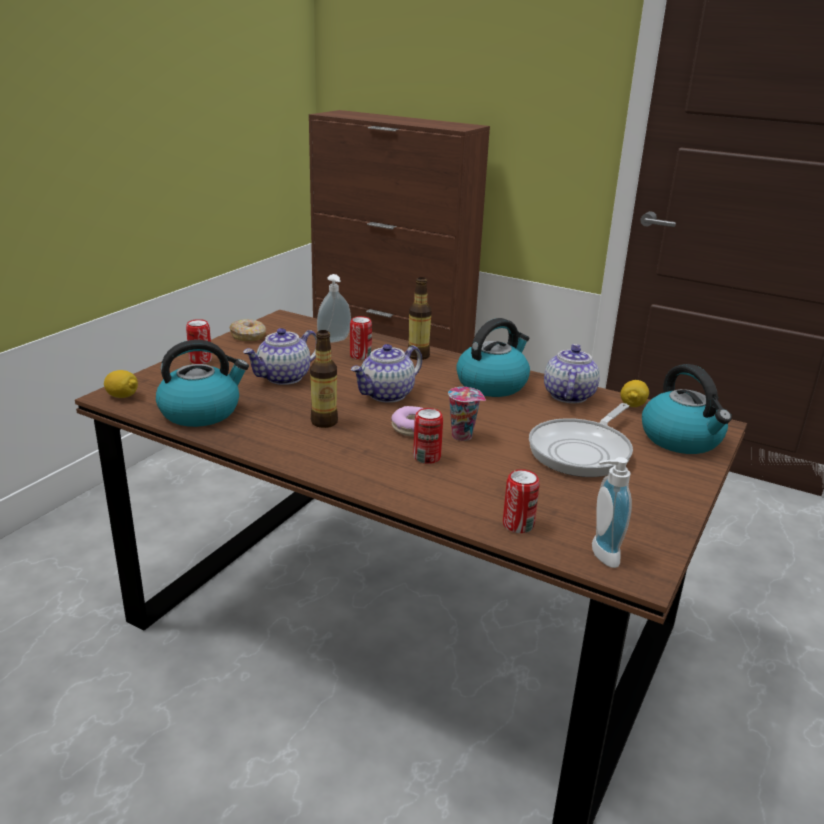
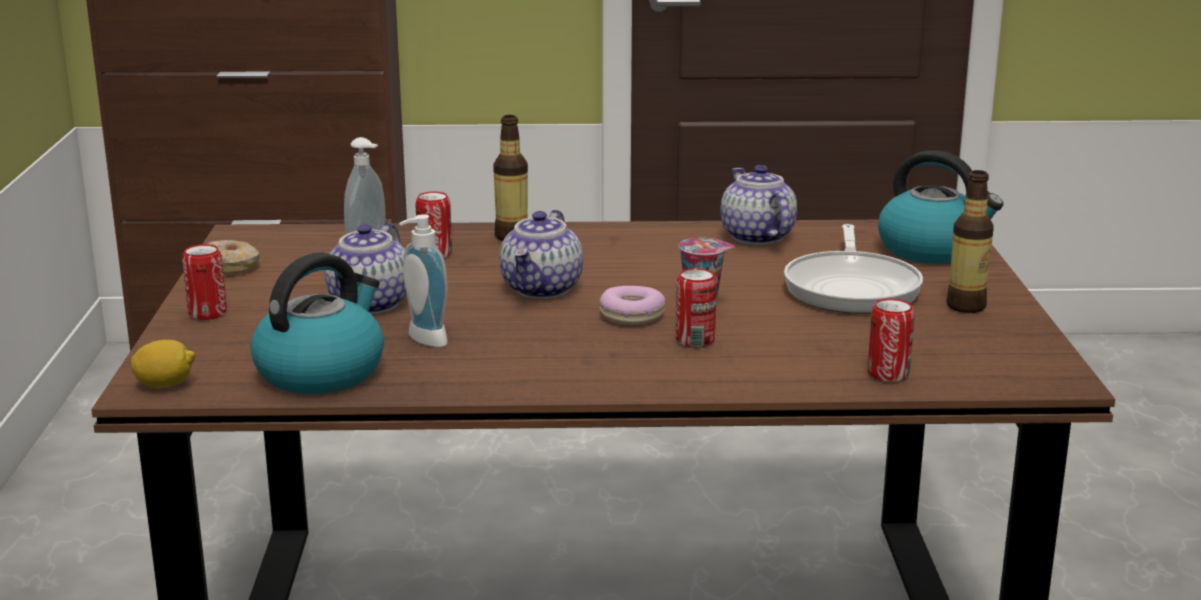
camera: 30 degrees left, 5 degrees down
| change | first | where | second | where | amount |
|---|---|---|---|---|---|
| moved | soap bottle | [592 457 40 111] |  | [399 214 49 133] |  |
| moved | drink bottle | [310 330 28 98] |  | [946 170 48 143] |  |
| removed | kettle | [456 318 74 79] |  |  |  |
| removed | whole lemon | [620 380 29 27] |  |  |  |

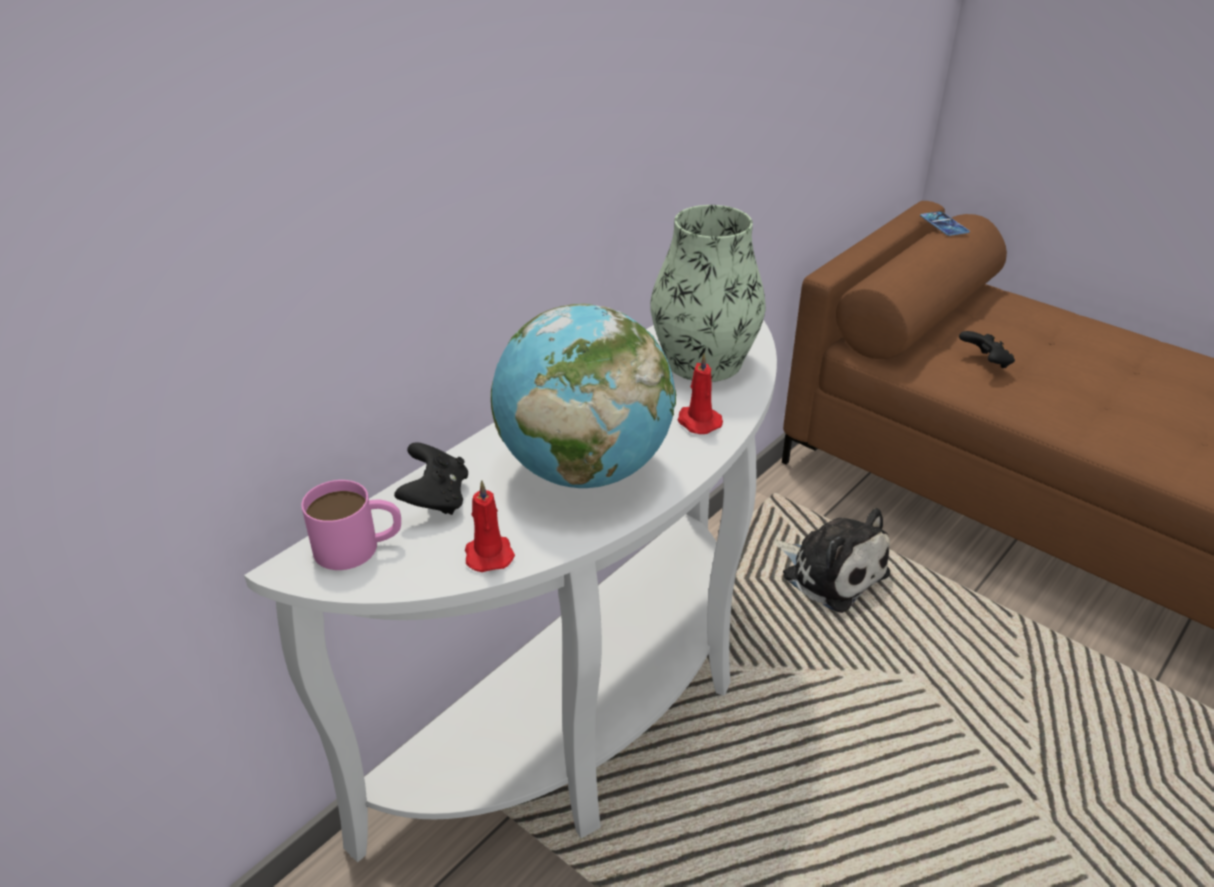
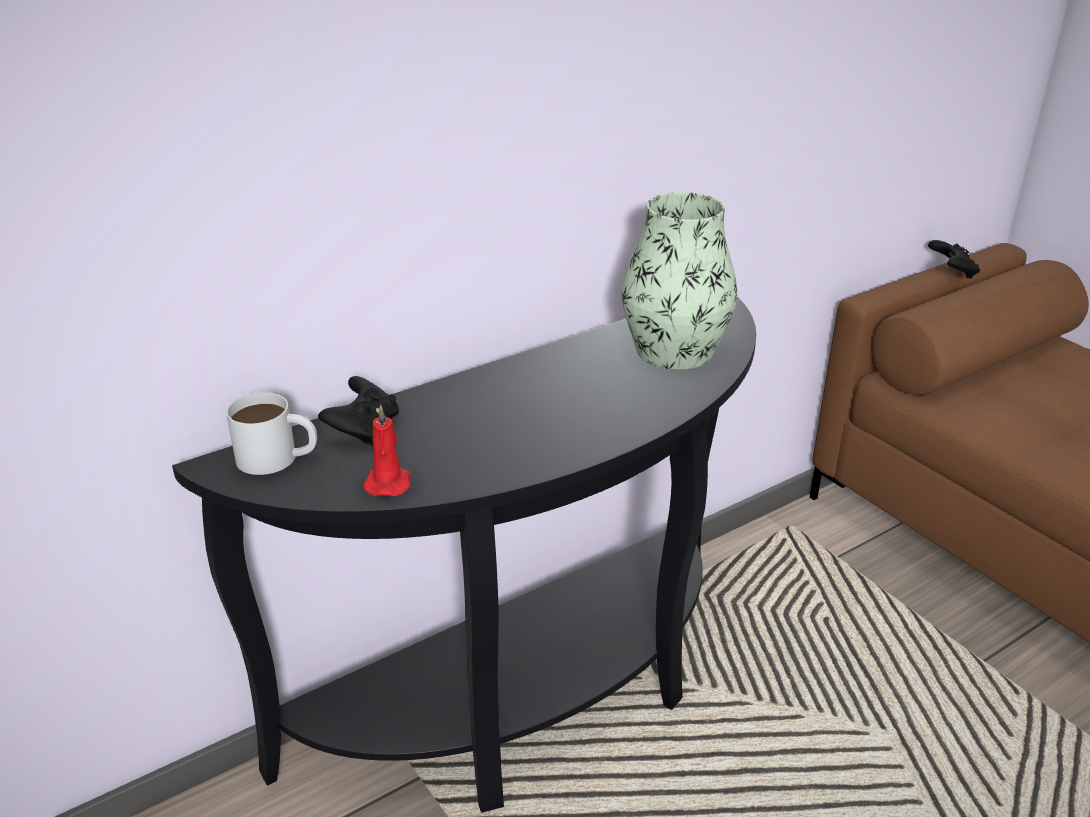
camera: 15 degrees right, 5 degrees down
| change | first | where | second | where | amount |
|---|---|---|---|---|---|
| recoloured | whitish narrow table | [244 320 533 542] | black narrow table | [172 297 584 516] |  |
| recoloured | pinkish coffee mug | [301 480 100 90] | whitish coffee mug | [226 393 91 82] |  |
| moved | black joypad | [959 331 56 37] |  | [928 240 52 39] |  |
| removed | globe | [491 304 185 184] |  |  |  |
| removed | red candle | [678 353 45 81] |  |  |  |
| removed | plush toy | [774 508 116 105] |  |  |  |
| removed | phone | [920 211 50 25] |  |  |  |

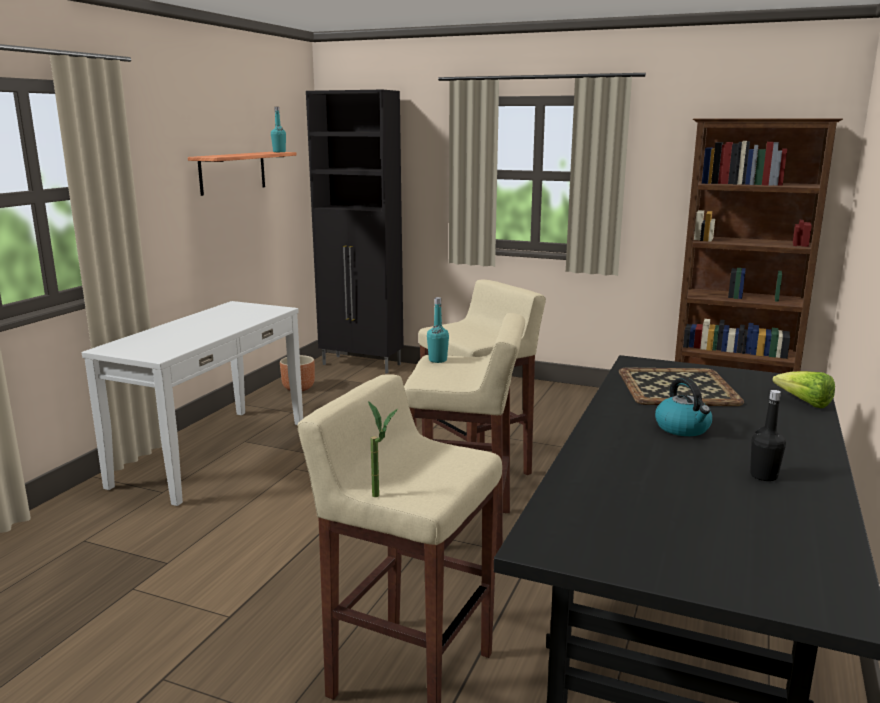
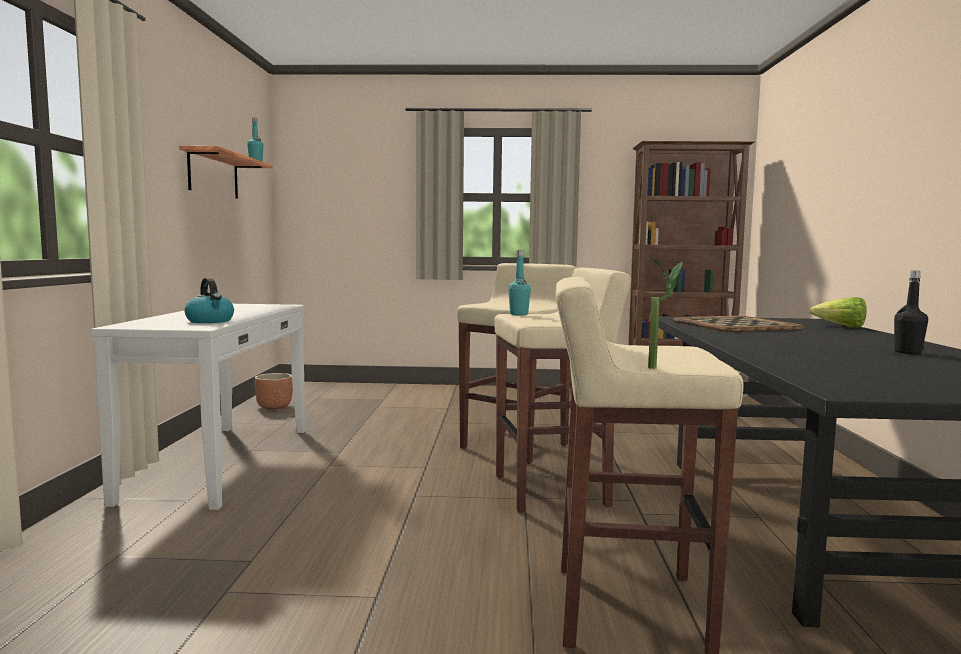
camera: 20 degrees left, 10 degrees down
| change | first | where | second | where | amount |
|---|---|---|---|---|---|
| moved | kettle | [655 377 57 59] |  | [184 278 50 45] |  |
| removed | black cupboard | [306 90 98 284] |  |  |  |

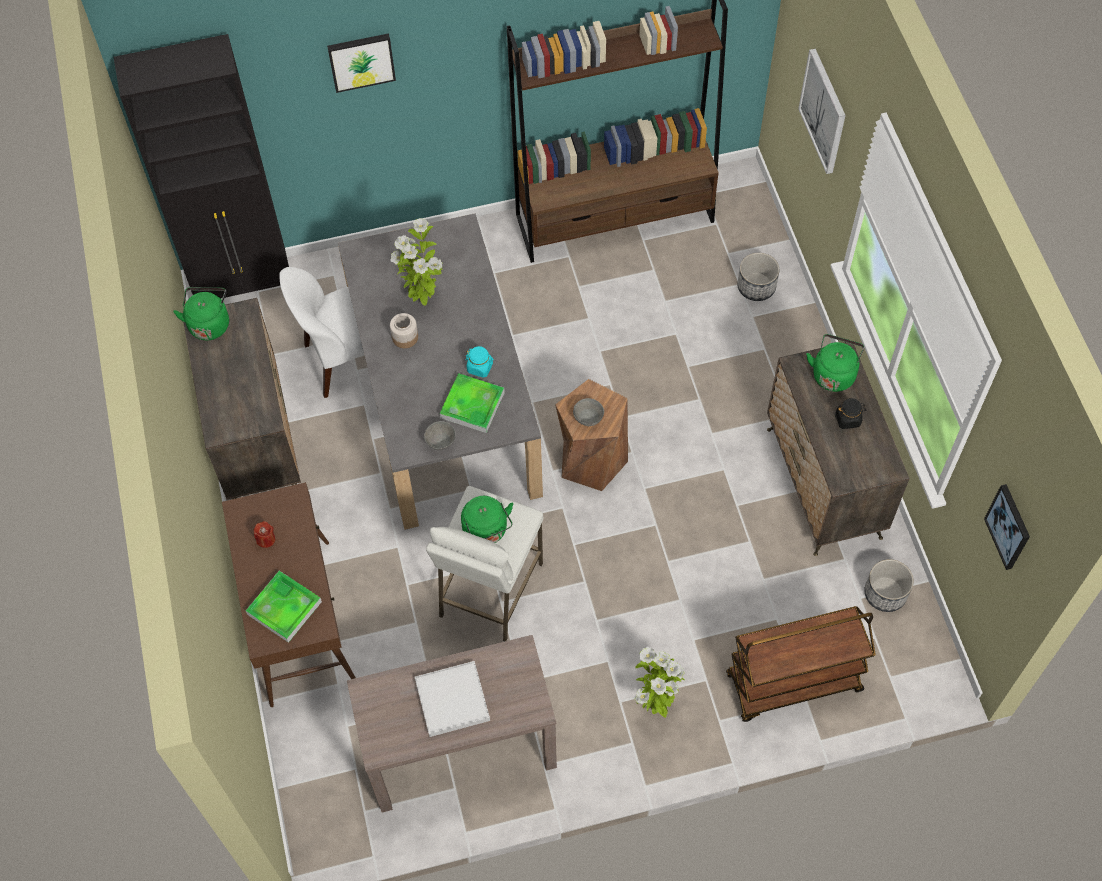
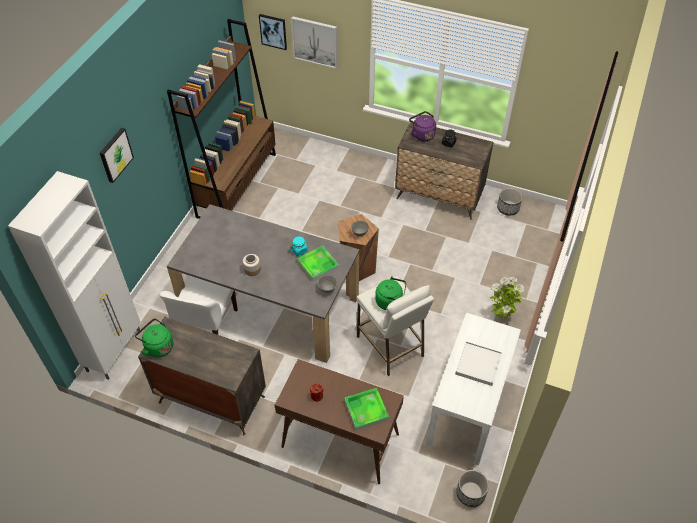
camera: 55 degrees left, 10 degrees down
| change | first | where | second | where | amount |
|---|---|---|---|---|---|
| recoloured | black cupboard | [114 34 175 265] | whitish cupboard | [8 171 133 209] |  |
| moved | wall art | [984 484 46 86] |  | [259 14 28 36] |  |
| recoloured | green kettle | [806 334 58 58] | purplish kettle | [409 111 27 30] |  |
| recoloured | brown narrow table | [347 635 210 177] | whitish narrow table | [426 313 95 153] |  |
| moved | plant pot | [737 253 42 48] |  | [456 470 33 37] |  |
| removed | potted plant | [390 218 53 88] |  |  |  |
| removed | brown trolley | [726 606 150 116] |  |  |  |

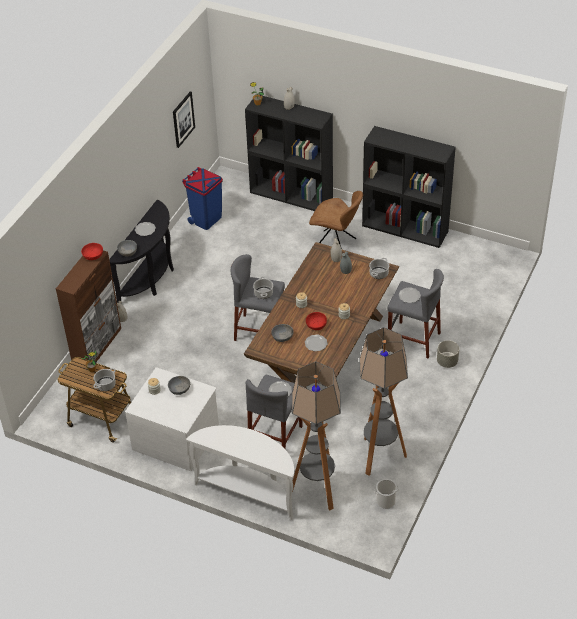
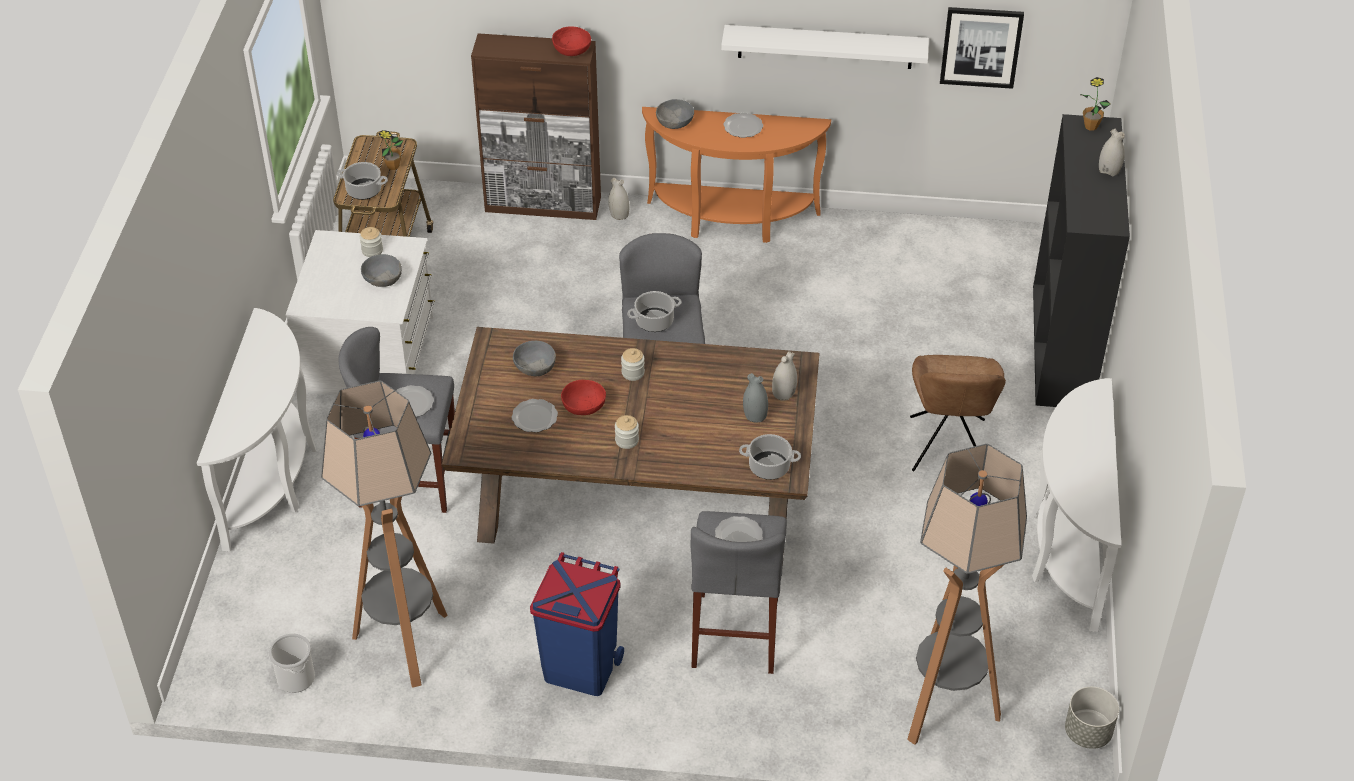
camera: 70 degrees right, 0 degrees up
| change | first | where | second | where | amount |
|---|---|---|---|---|---|
| moved | blue trash can | [182 167 41 63] |  | [530 552 94 144] |  |
| recoloured | black narrow table | [109 200 65 103] | orange narrow table | [642 107 189 136] |  |
| added |  |  | whitish wall shelf | [721 25 208 44] |  |
| moved | standing lamp | [292 362 49 148] |  | [907 444 120 301] |  |
| replaced | black bookcase | [362 126 94 122] | whitish narrow table | [1030 378 91 254] |  |
| moved | grey plant pot | [437 340 22 28] |  | [1065 687 54 62] |  |

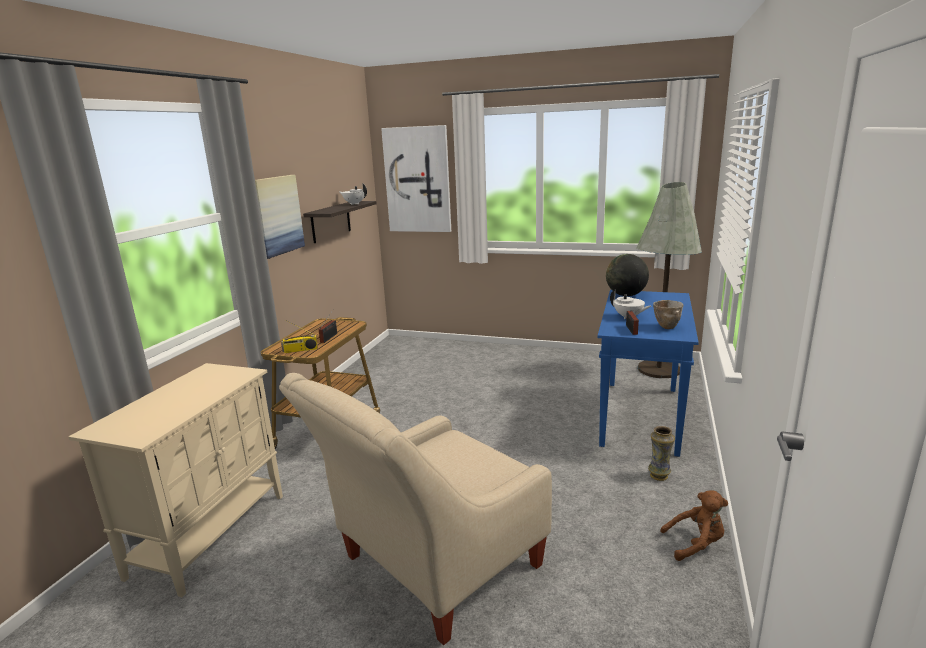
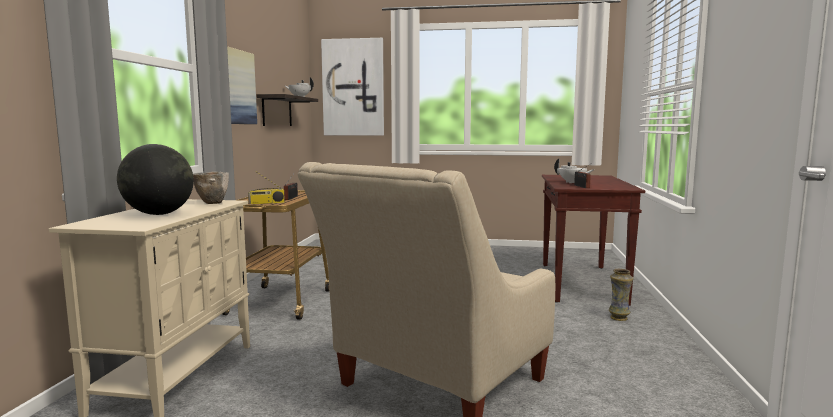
camera: 10 degrees left, 10 degrees down
| change | first | where | second | where | amount |
|---|---|---|---|---|---|
| moved | globe | [606 254 43 42] |  | [117 144 77 71] |  |
| moved | bowl | [653 300 30 29] |  | [193 172 36 32] |  |
| recoloured | blue narrow table | [597 290 102 167] | brown narrow table | [542 175 103 131] |  |
| removed | grey standing lamp | [636 182 66 196] |  |  |  |
| removed | brown plush toy | [660 491 68 70] |  |  |  |

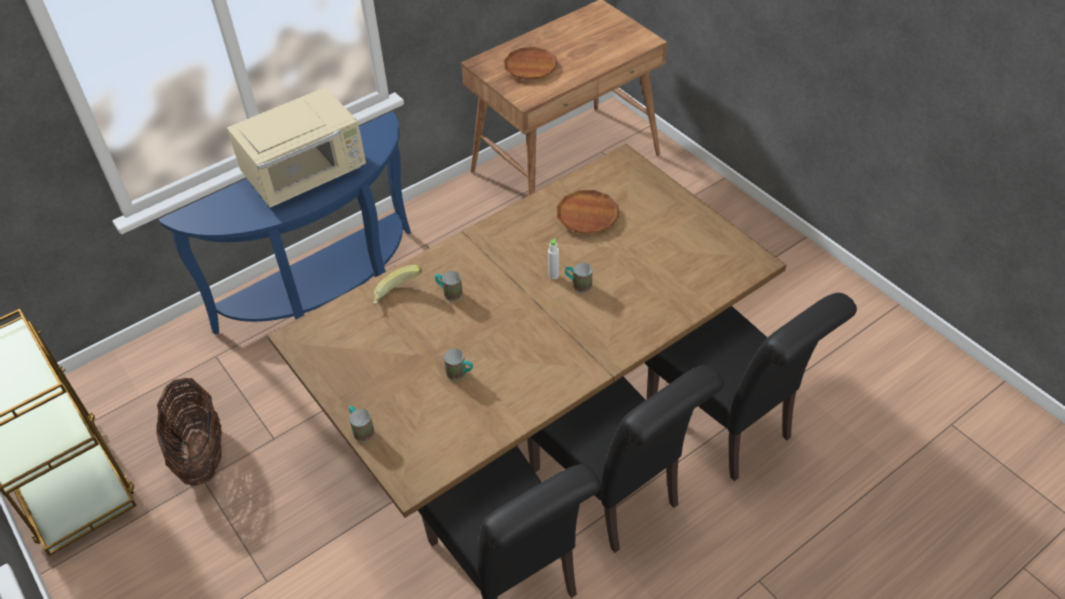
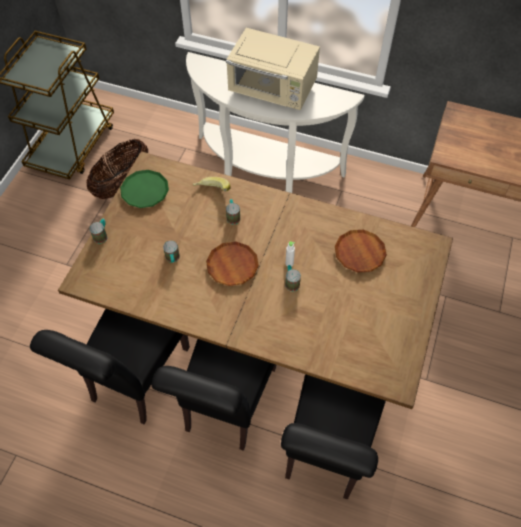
camera: 55 degrees right, 10 degrees up
| change | first | where | second | where | amount |
|---|---|---|---|---|---|
| added |  |  | green plate | [120 170 49 38] |  |
| recoloured | blue narrow table | [158 112 253 223] | whitish narrow table | [186 52 179 141] |  |
| moved | brown plate | [504 47 53 33] |  | [206 242 53 44] |  |

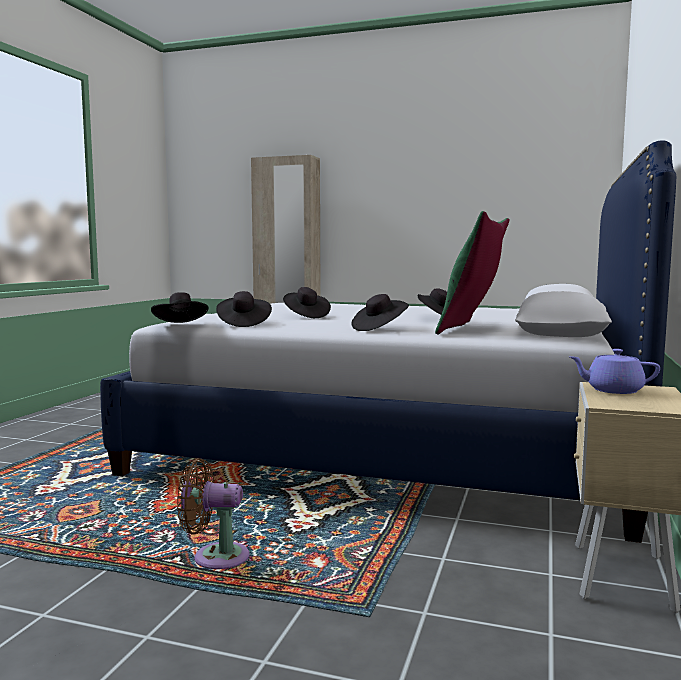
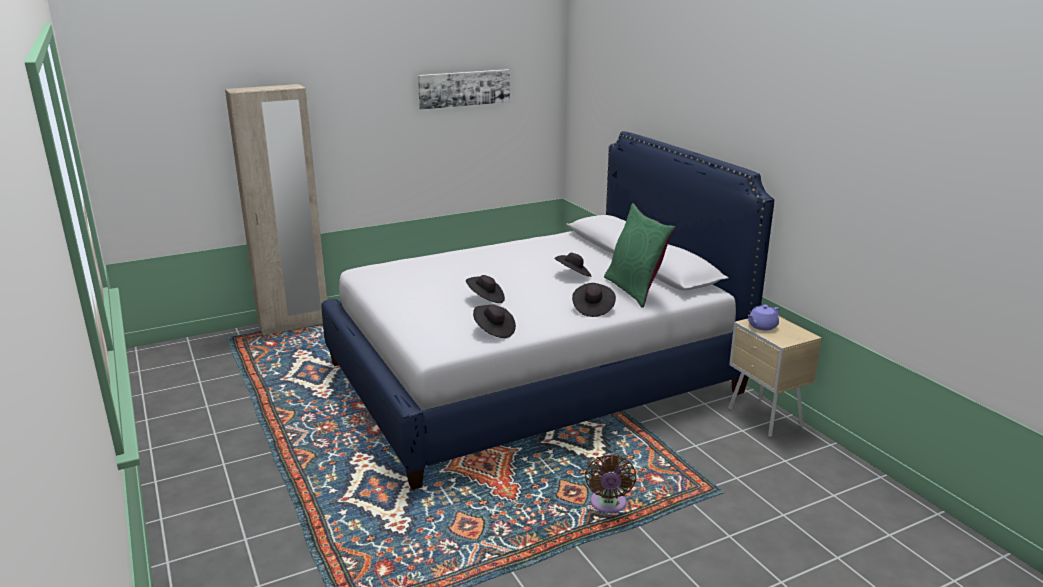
camera: 45 degrees left, 15 degrees up
| change | first | where | second | where | amount |
|---|---|---|---|---|---|
| added |  |  | wall art | [418 69 92 41] |  |
| turned | brown electric fan | [177 458 73 111] |  | [585 453 51 60] | 45 degrees counterclockwise |
| removed | black wearable hat | [151 292 58 31] |  |  |  |

